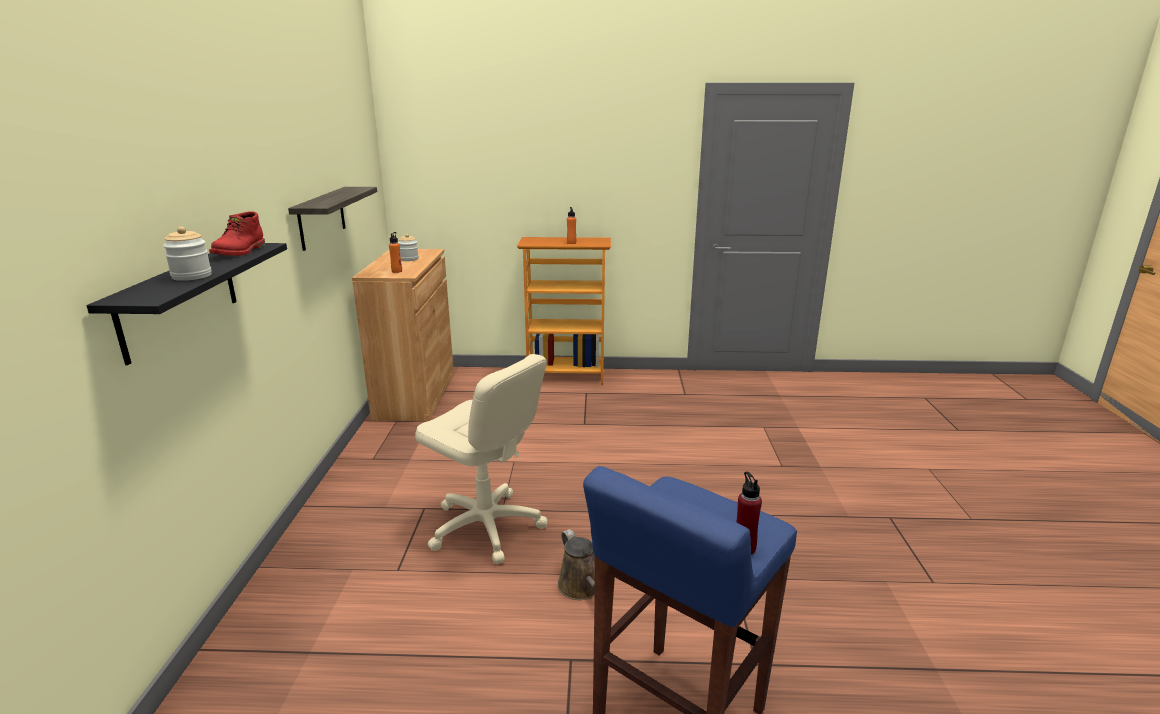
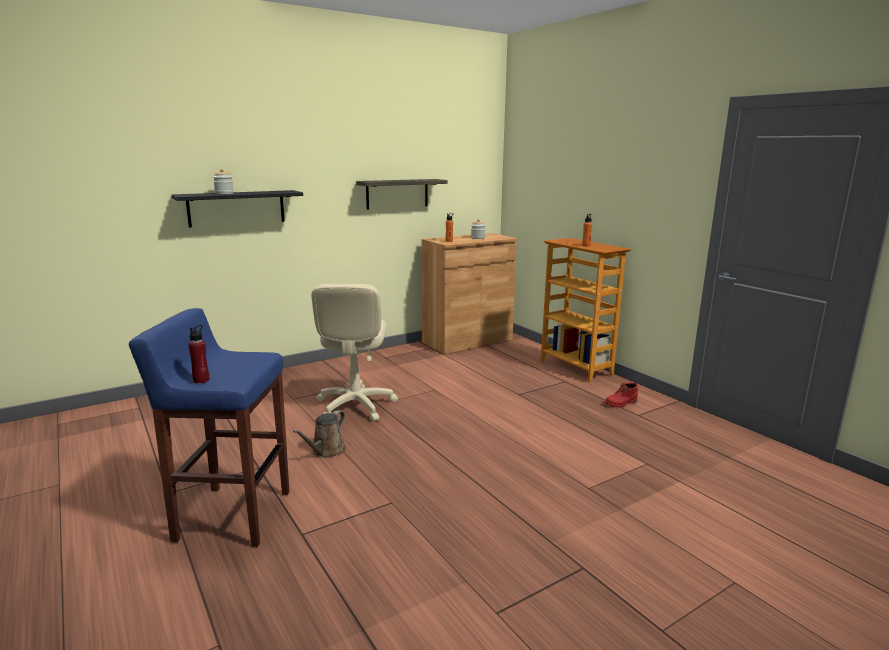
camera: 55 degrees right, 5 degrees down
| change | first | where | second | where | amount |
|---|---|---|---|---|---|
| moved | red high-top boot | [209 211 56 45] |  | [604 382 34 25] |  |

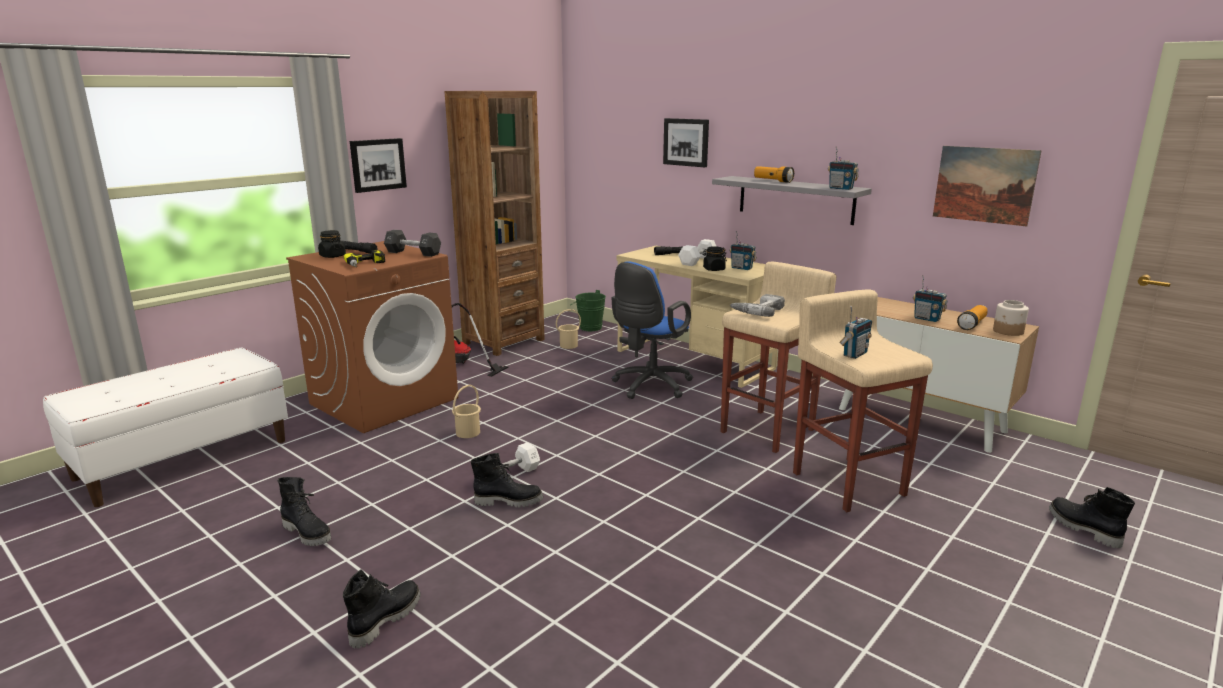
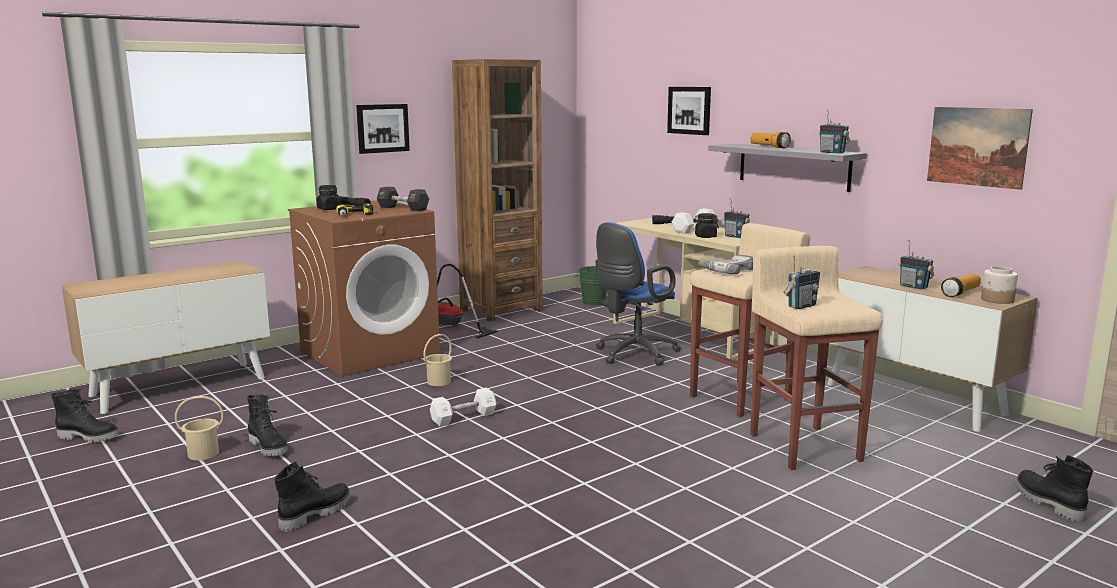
camera: 10 degrees right, 5 degrees down
| change | first | where | second | where | amount |
|---|---|---|---|---|---|
| moved | black high-top boot | [471 453 72 54] |  | [51 389 68 54] |  |
| replaced | whitish long seat | [43 348 245 159] | cupboard | [62 261 208 153] |  |
| moved | sand-coloured bucket | [556 309 25 40] |  | [175 396 48 64] |  |

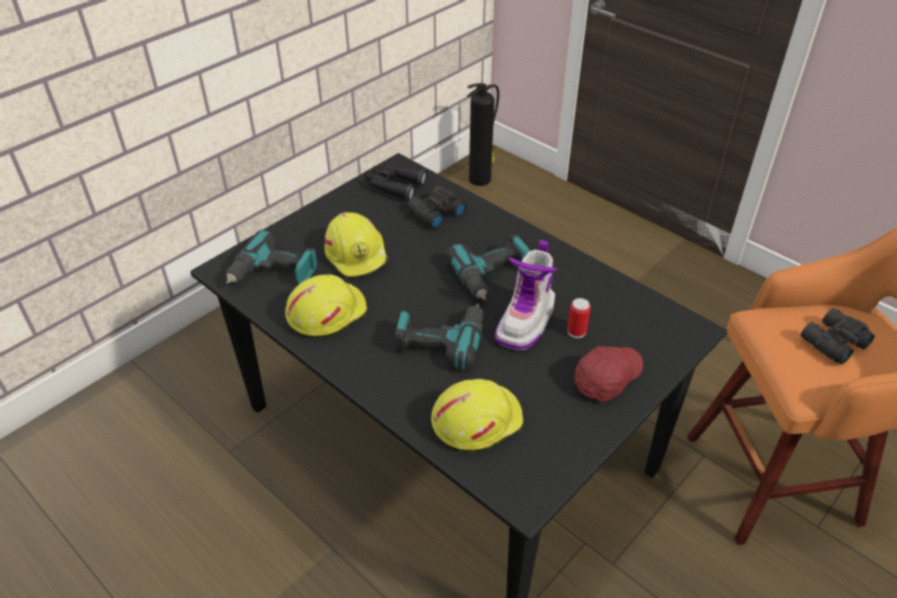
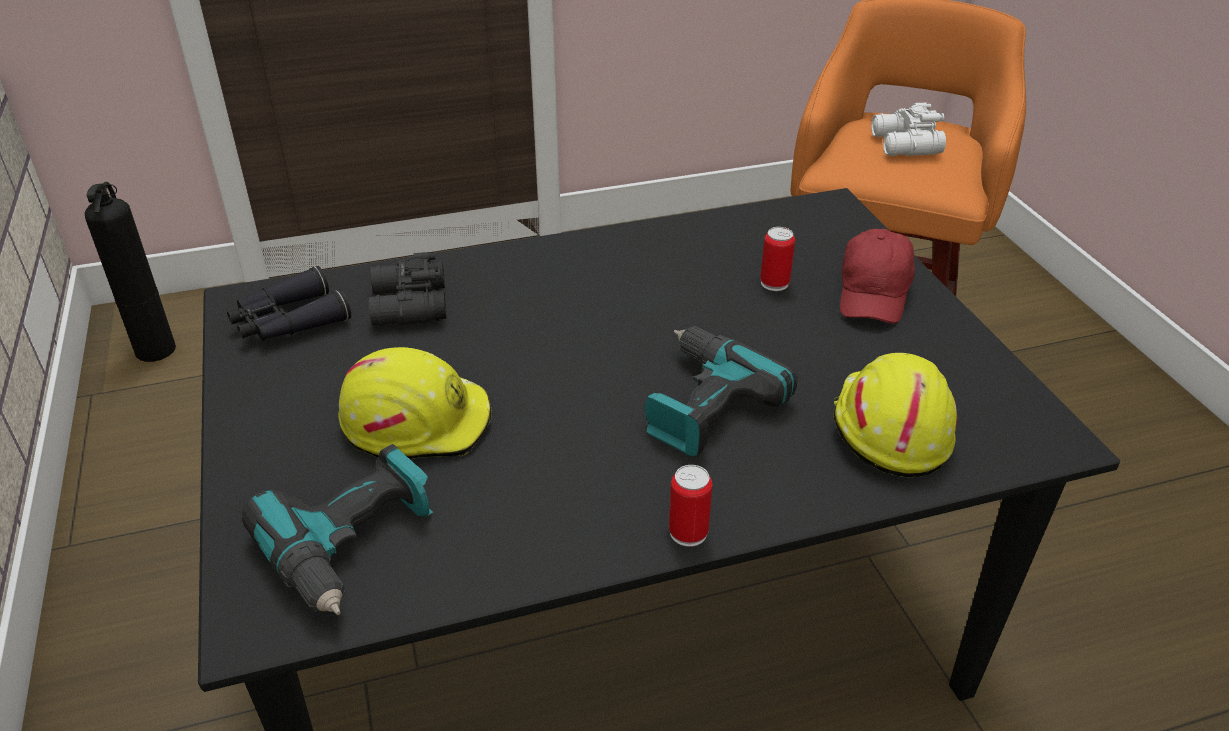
camera: 60 degrees left, 5 degrees down
| change | first | where | second | where | amount |
|---|---|---|---|---|---|
| added |  |  | sealed can | [669 465 44 82] |  |
| turned | red baseball cap | [574 346 69 56] |  | [840 229 75 95] | 150 degrees counterclockwise |
| recoloured | black field glasses | [801 308 74 57] | whitish field glasses | [871 103 75 53] |  |
| removed | yellow-coloured safety helmet | [285 274 83 65] |  |  |  |
| removed | power drill | [447 234 83 66] |  |  |  |
| removed | high-top boot | [495 240 63 110] |  |  |  |

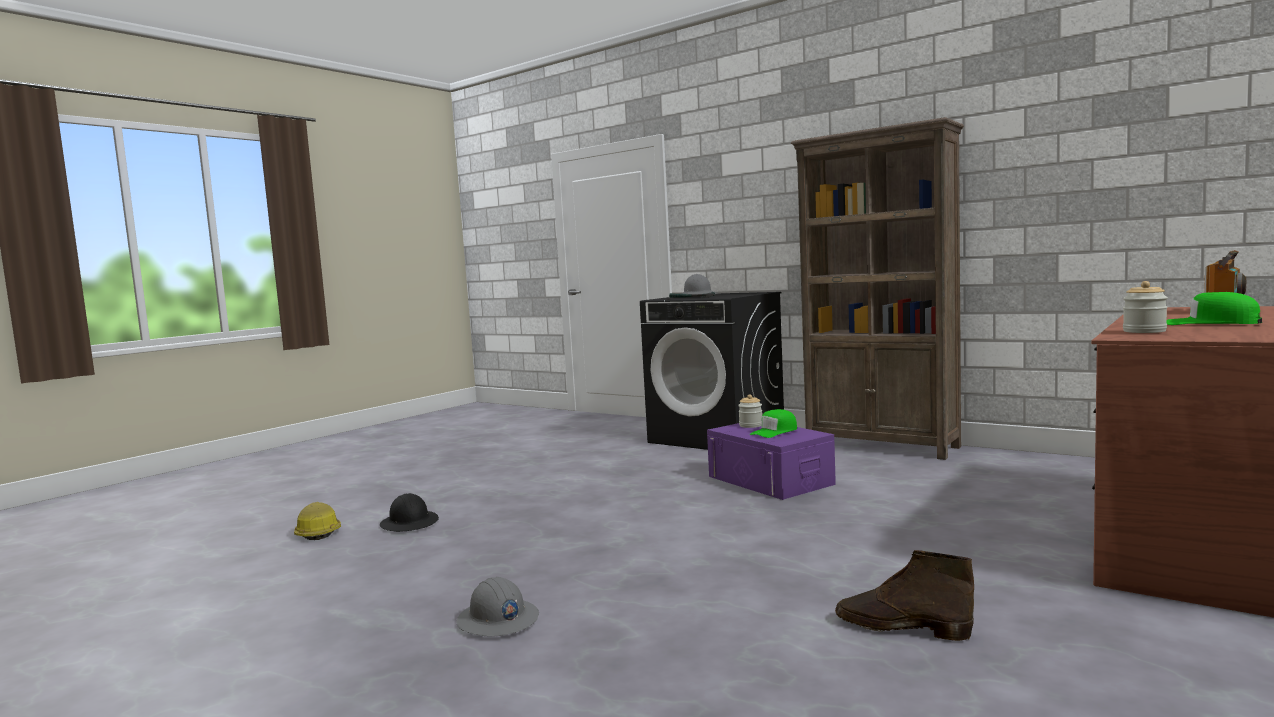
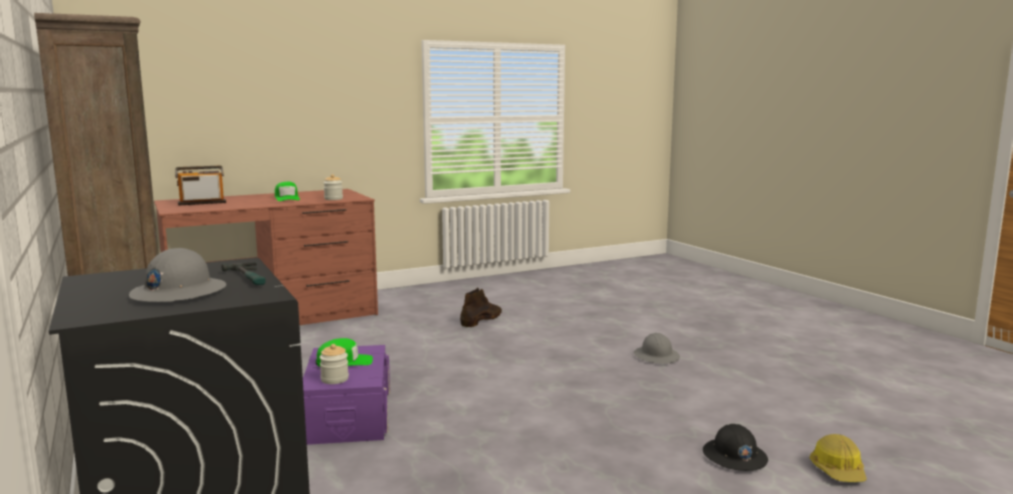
camera: 155 degrees left, 5 degrees up
| change | first | where | second | where | amount |
|---|---|---|---|---|---|
| turned | brown high-top boot | [835 550 139 91] |  | [460 287 42 40] | 105 degrees counterclockwise |

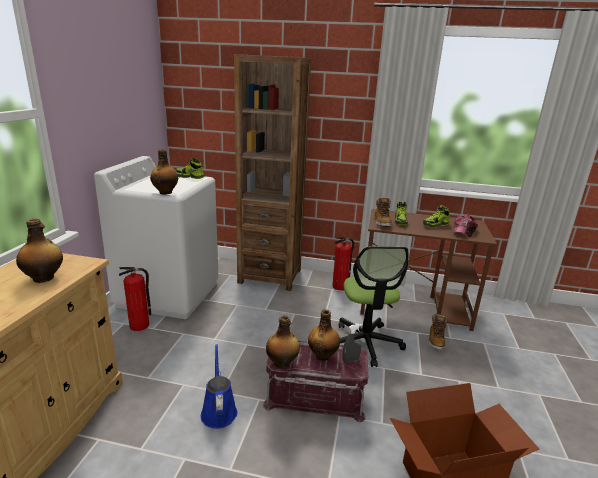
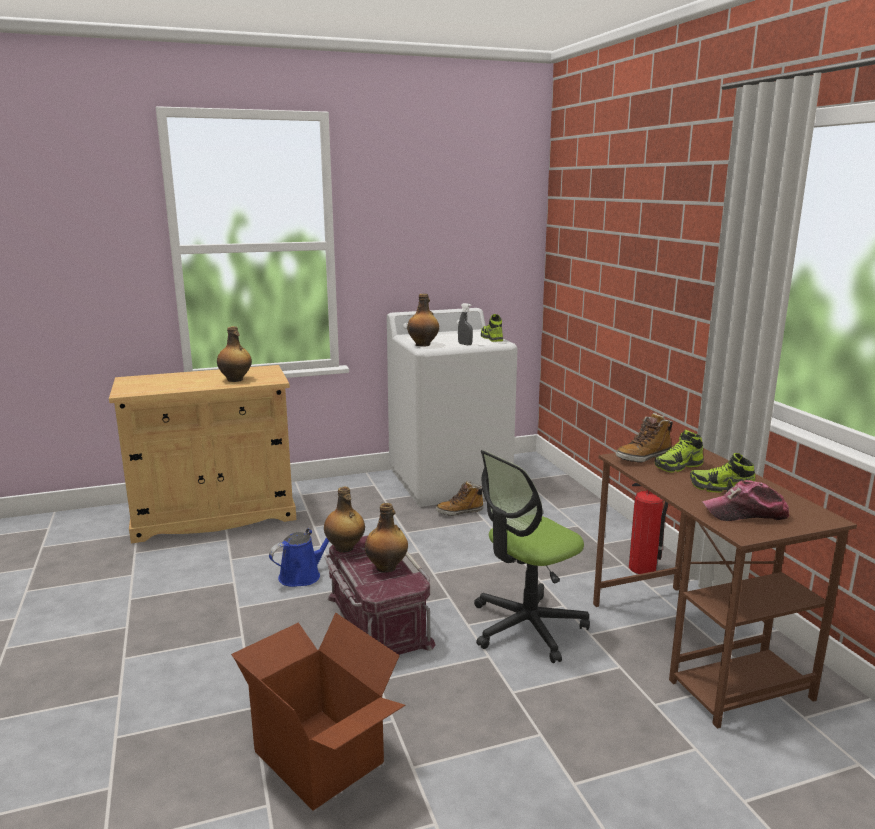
camera: 60 degrees right, 5 degrees down
| change | first | where | second | where | amount |
|---|---|---|---|---|---|
| moved | high-top boot | [428 314 19 36] |  | [436 481 48 35] |  |
| moved | grey spray bottle | [343 324 19 39] |  | [458 303 15 42] |  |
| removed | fire extinguisher | [119 267 32 64] |  |  |  |
| removed | brown bookcase | [234 54 77 237] |  |  |  |

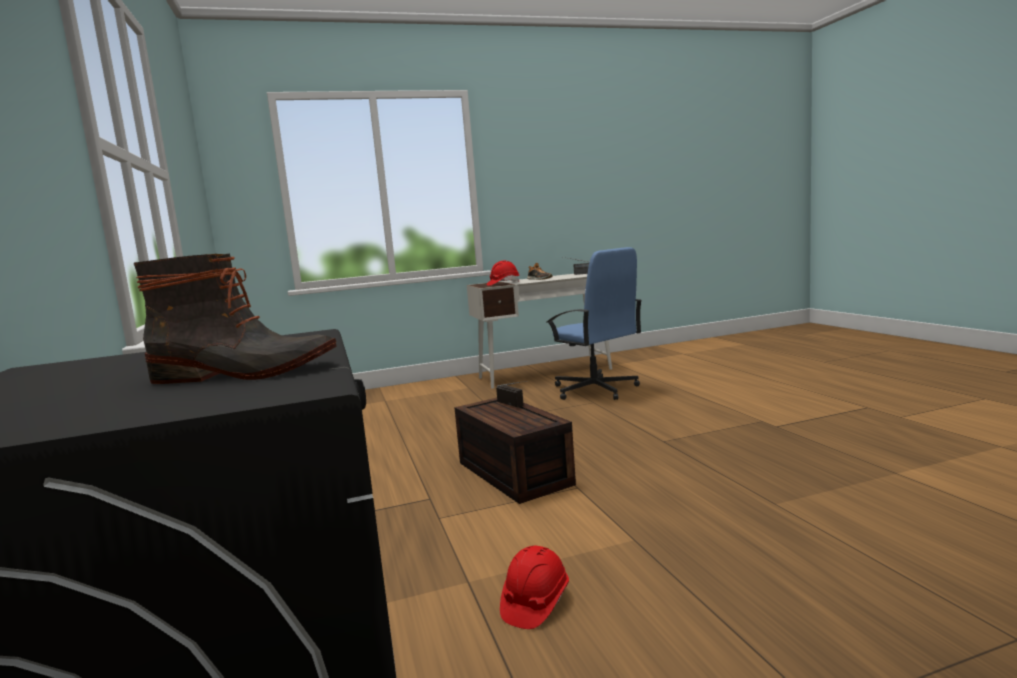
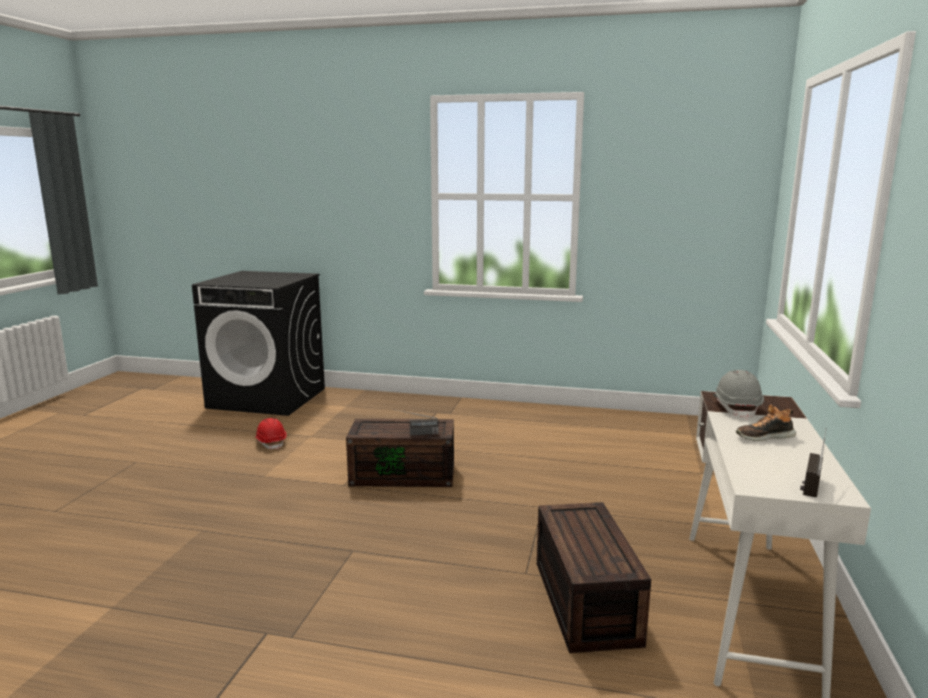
camera: 120 degrees right, 5 degrees up
| change | first | where | second | where | amount |
|---|---|---|---|---|---|
| replaced | blue desk chair | [547 247 95 153] | brown storage bin | [537 502 114 151] |  |
| recoloured | red safety helmet | [486 261 33 25] | grey safety helmet | [713 370 51 49] |  |
| removed | high-top boot | [134 254 203 130] |  |  |  |

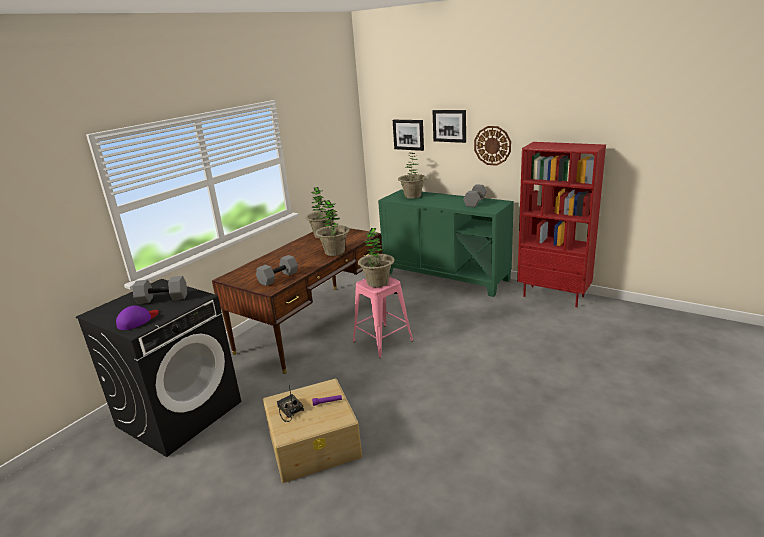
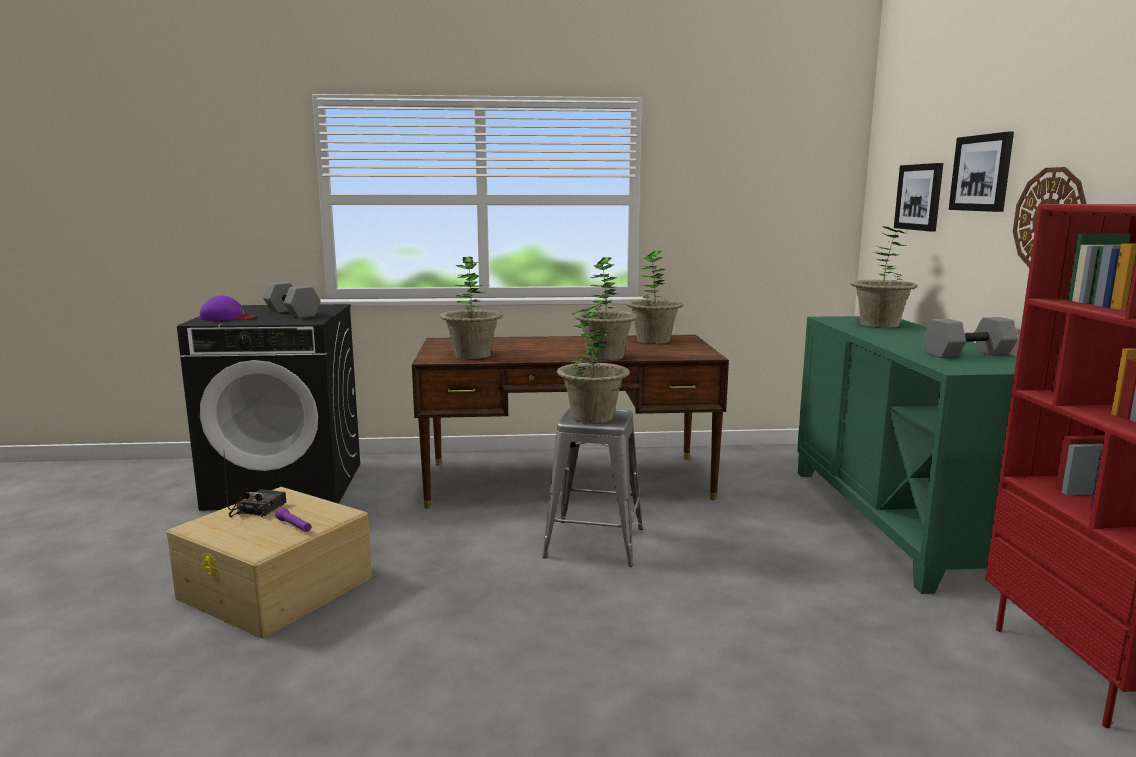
camera: 50 degrees right, 10 degrees down
| change | first | where | second | where | amount |
|---|---|---|---|---|---|
| replaced | grey dumbbell | [256 255 42 31] | potted plant | [440 257 63 102] |  |
| recoloured | pinkish stool seat | [353 277 60 81] | grey stool seat | [542 408 101 159] |  |

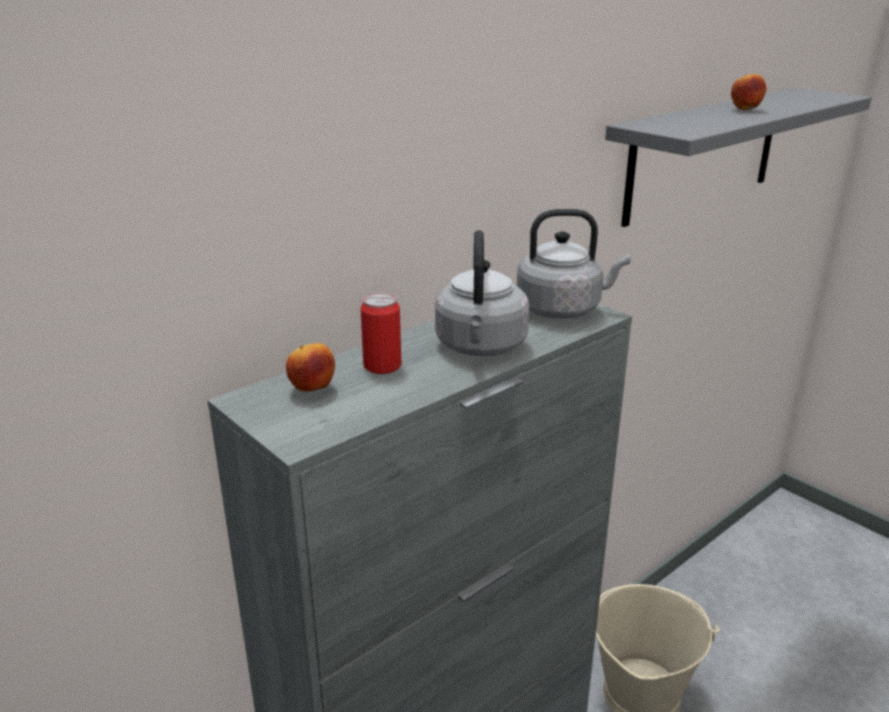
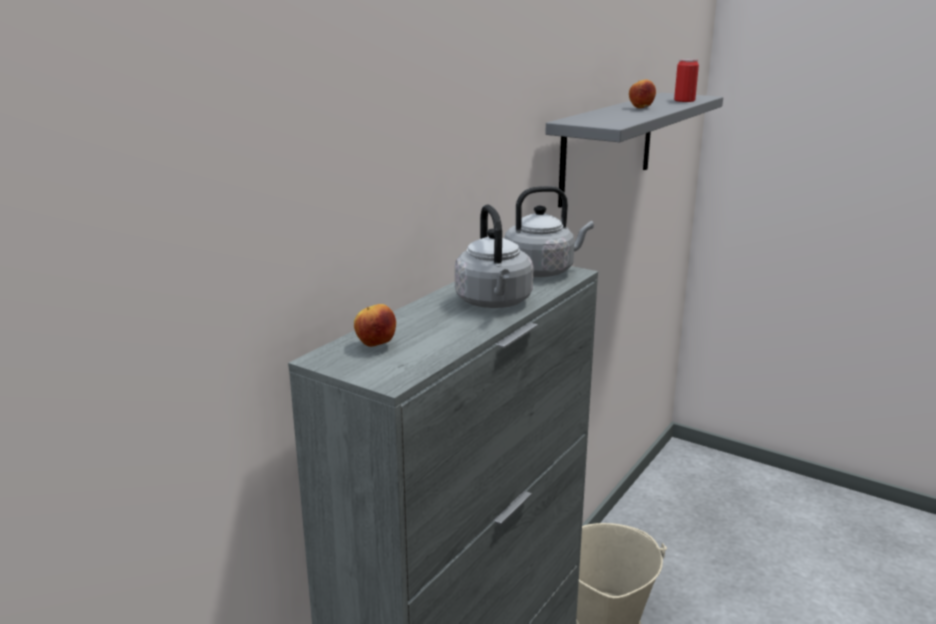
camera: 15 degrees left, 5 degrees down
| change | first | where | second | where | amount |
|---|---|---|---|---|---|
| moved | sealed can | [360 293 42 81] |  | [674 59 25 43] |  |

